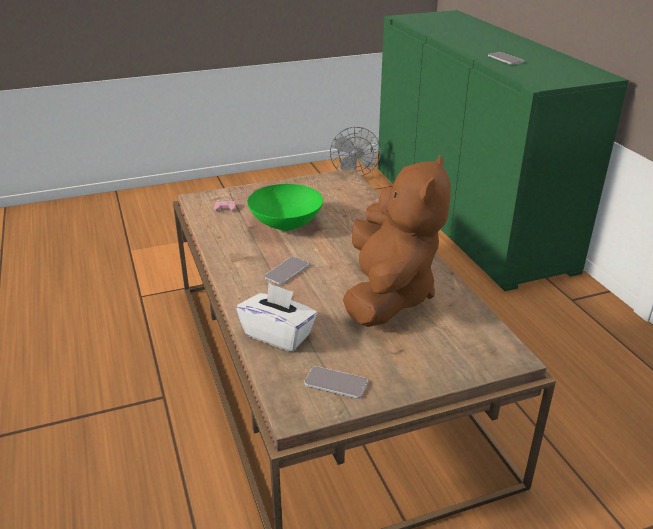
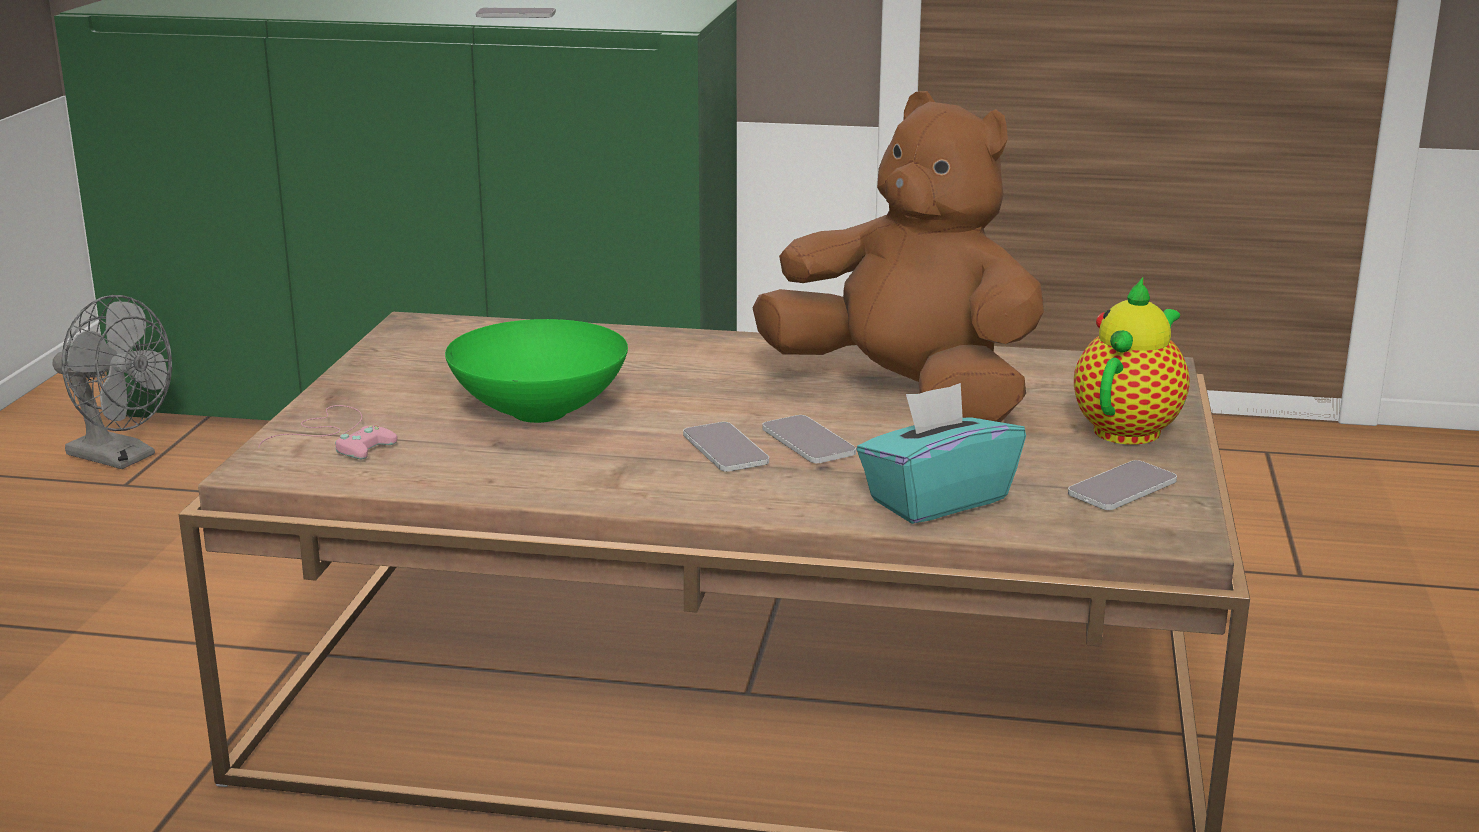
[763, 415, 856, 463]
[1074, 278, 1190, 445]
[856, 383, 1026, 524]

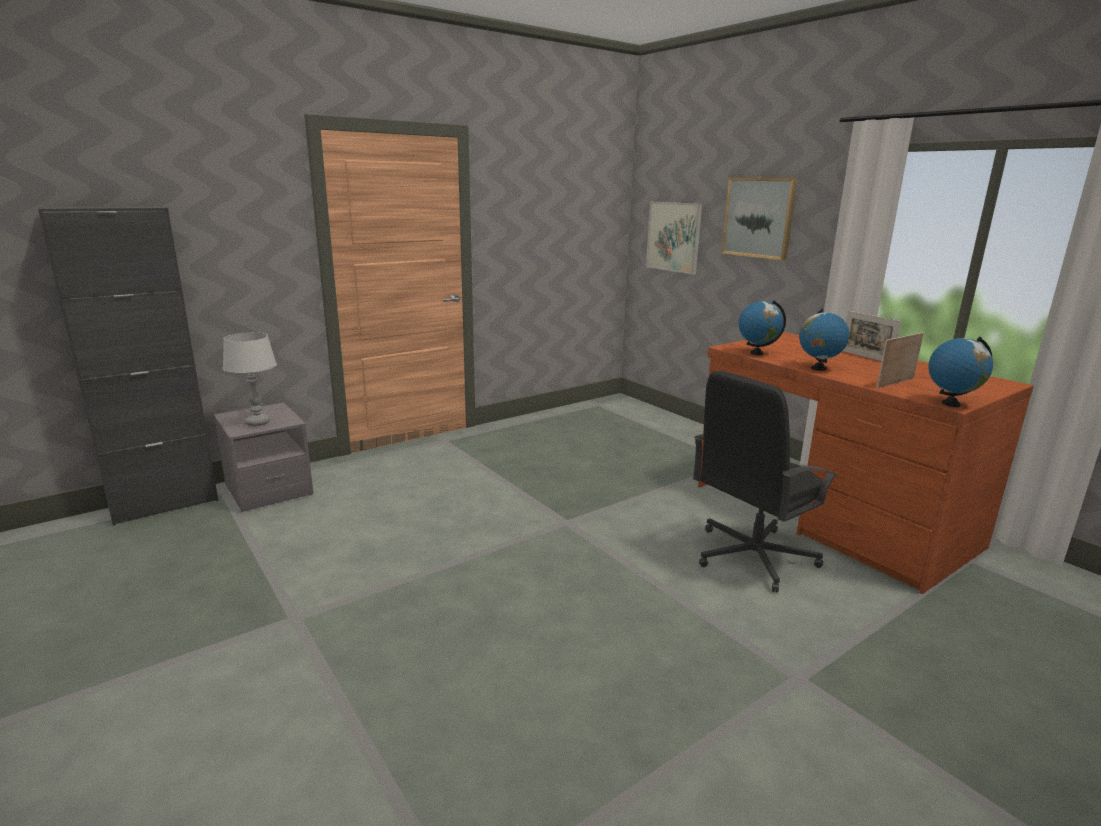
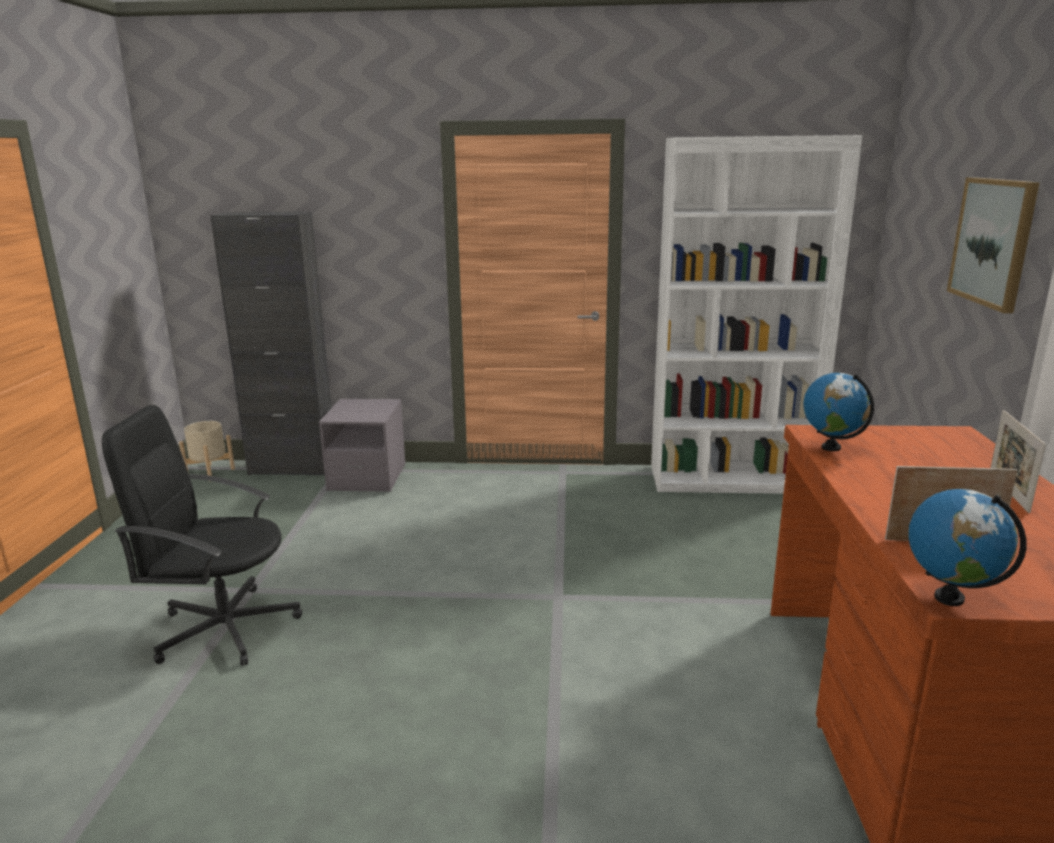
[223, 332, 277, 426] (first image)
[646, 202, 702, 274] (first image)
[799, 309, 849, 371] (first image)
[179, 421, 235, 476]
[651, 135, 862, 494]
[102, 405, 302, 666]

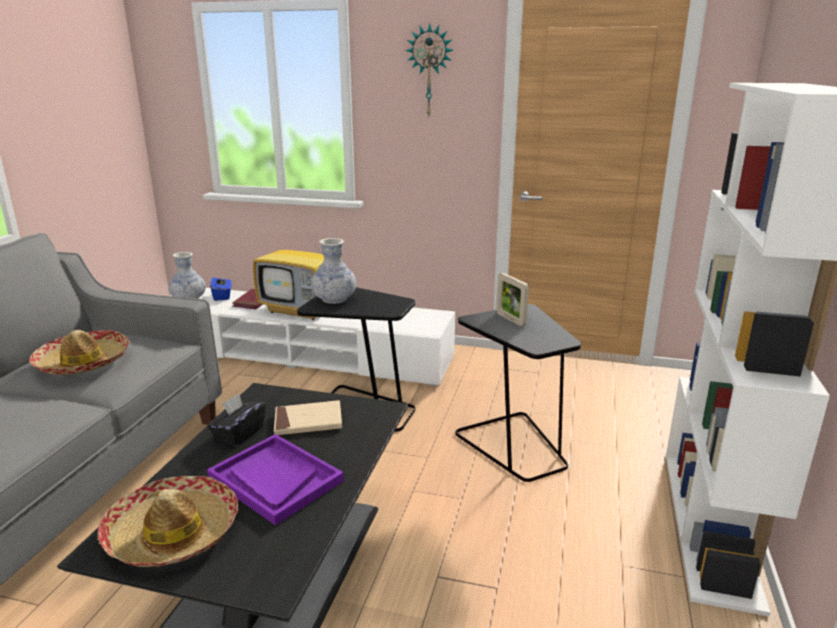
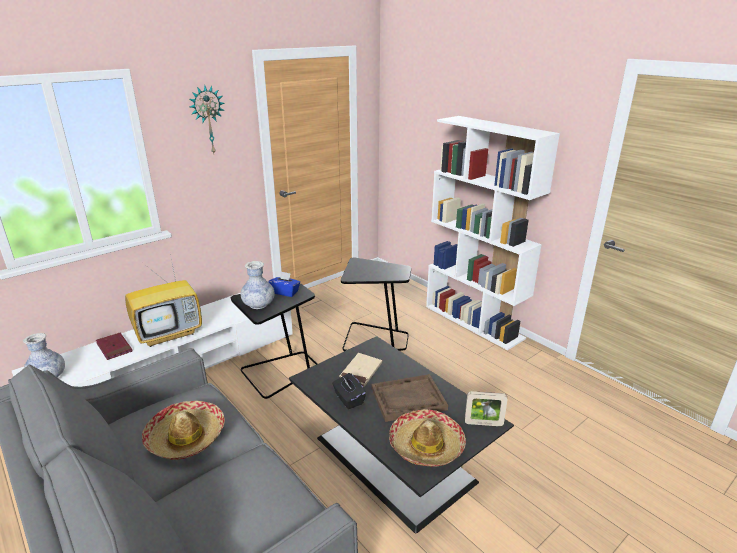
[269, 272, 300, 297]
[465, 391, 508, 426]
[371, 374, 448, 422]

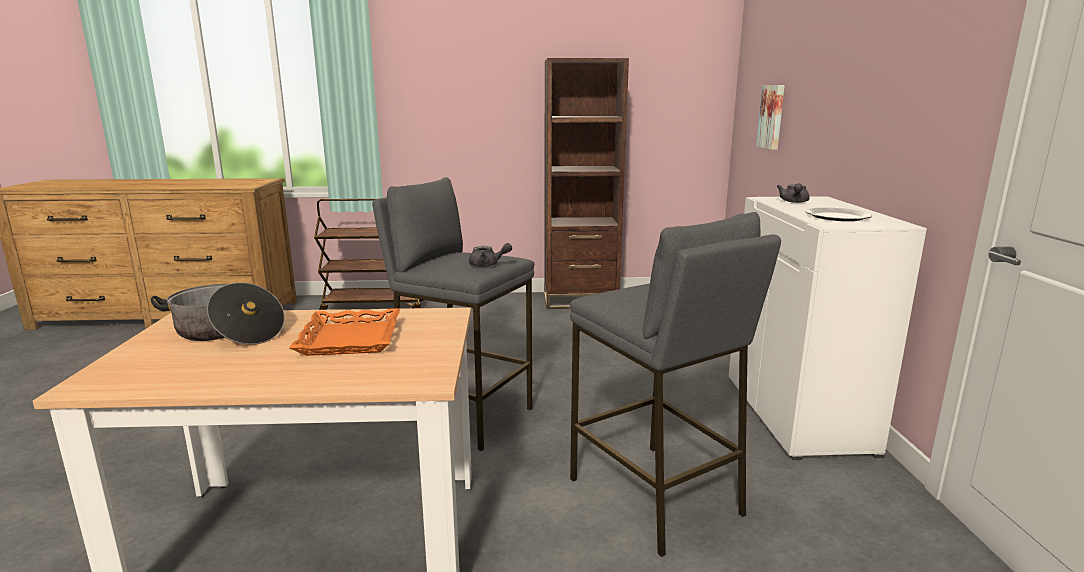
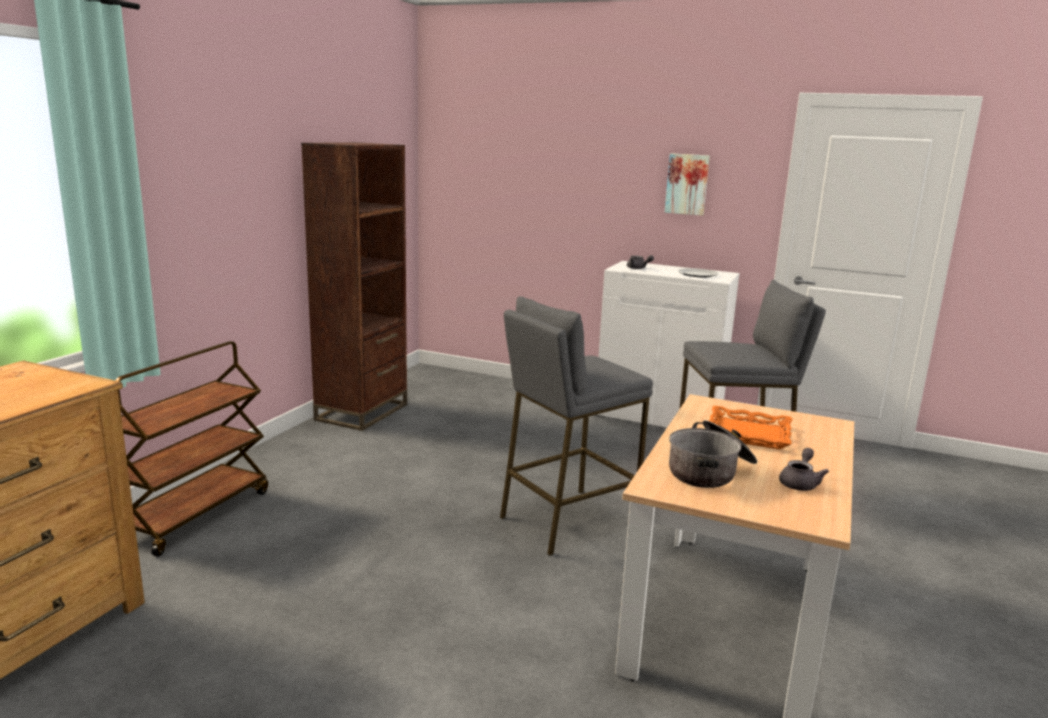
[779, 448, 829, 491]
[665, 153, 710, 216]

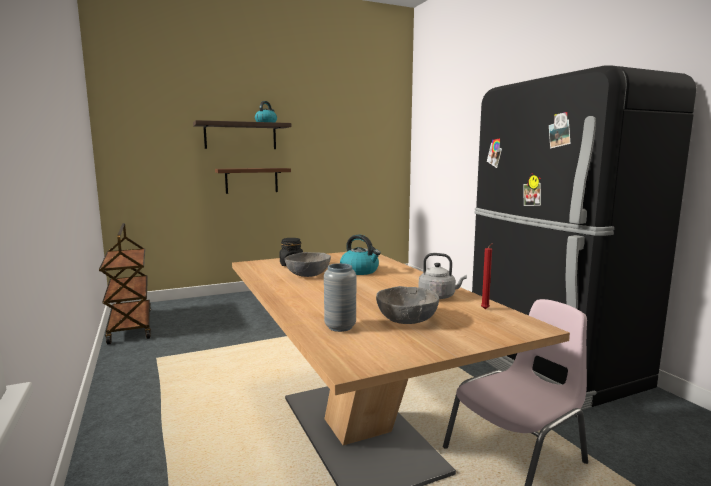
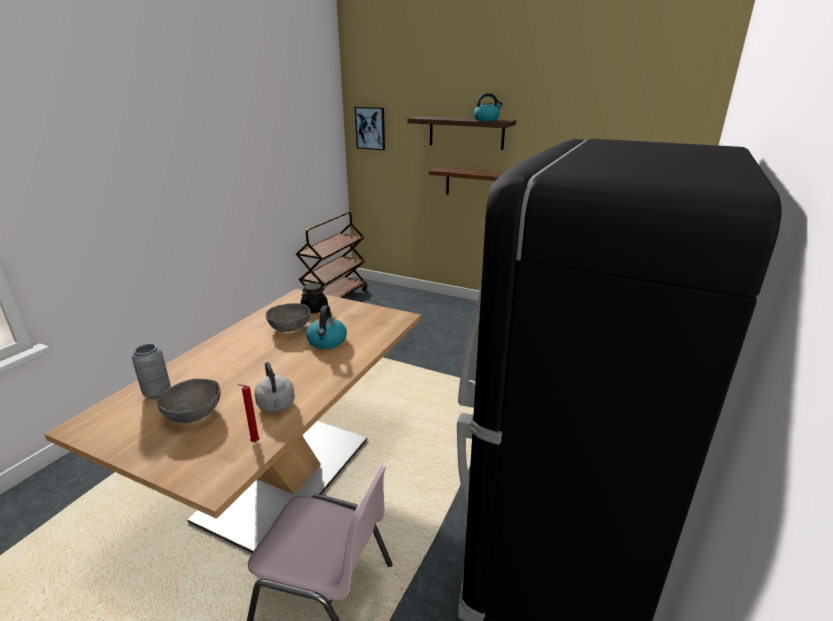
[355, 107, 385, 150]

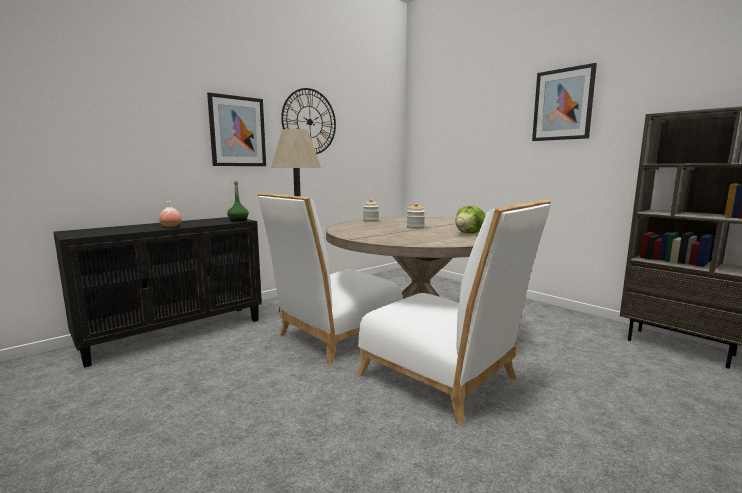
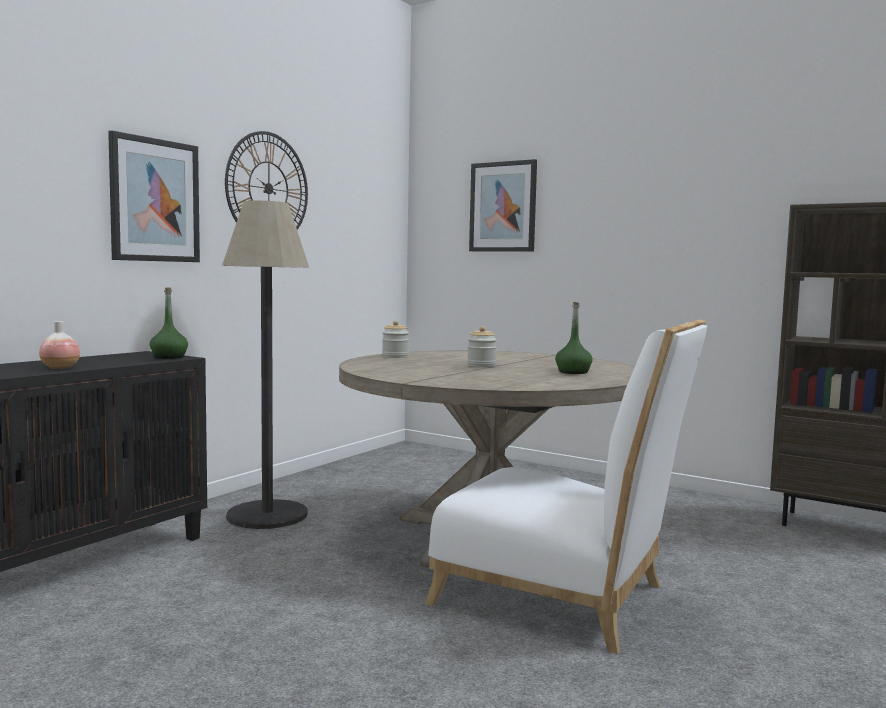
[258, 193, 403, 365] (first image)
[469, 159, 537, 252]
[555, 302, 593, 374]

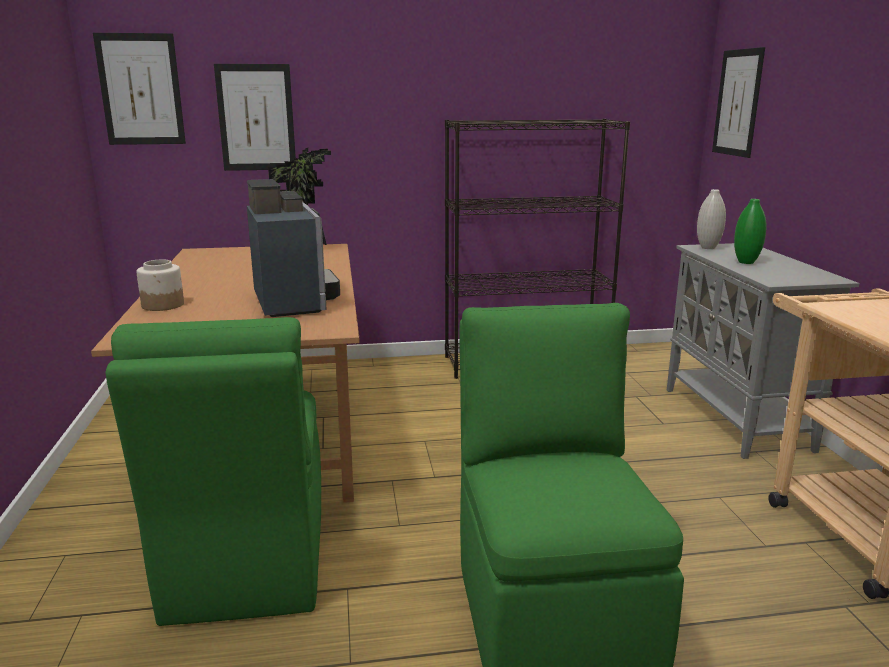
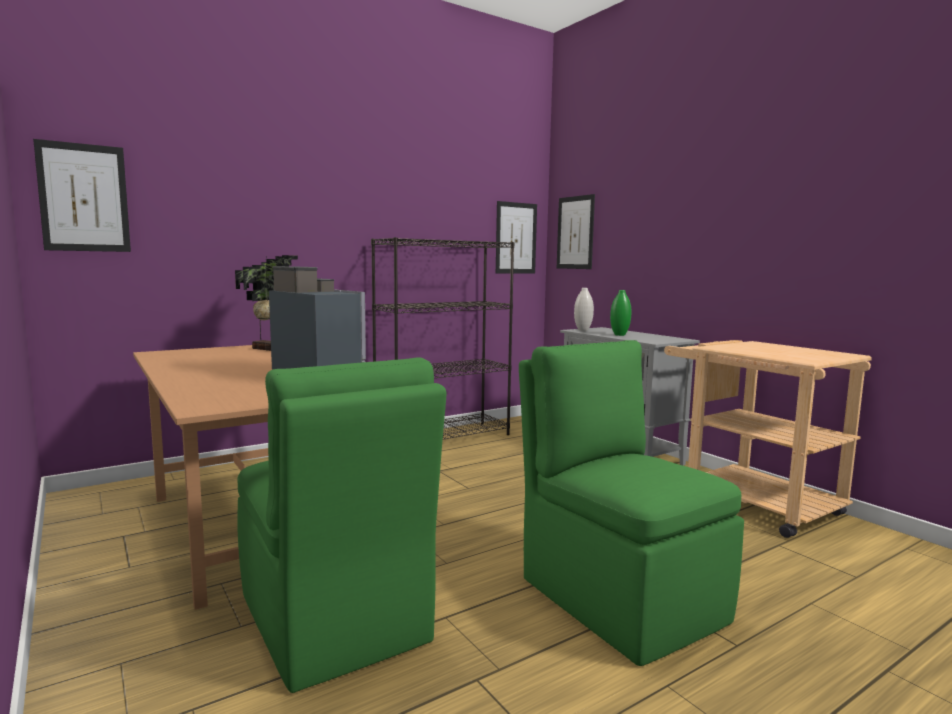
[136, 260, 184, 311] (first image)
[496, 201, 537, 273]

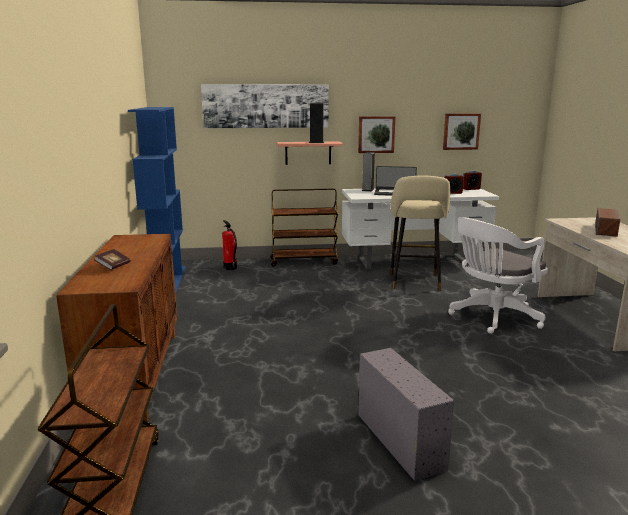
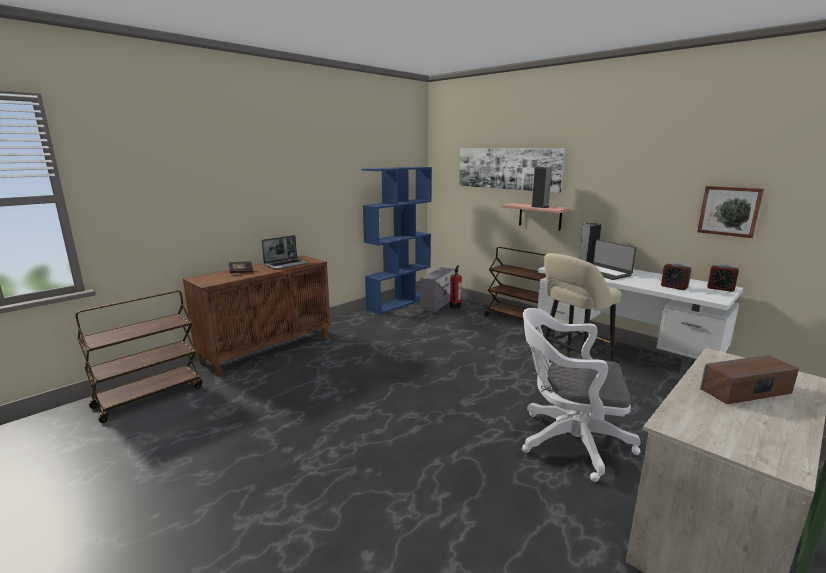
[358, 116, 396, 153] (first image)
[261, 235, 309, 270]
[420, 267, 455, 312]

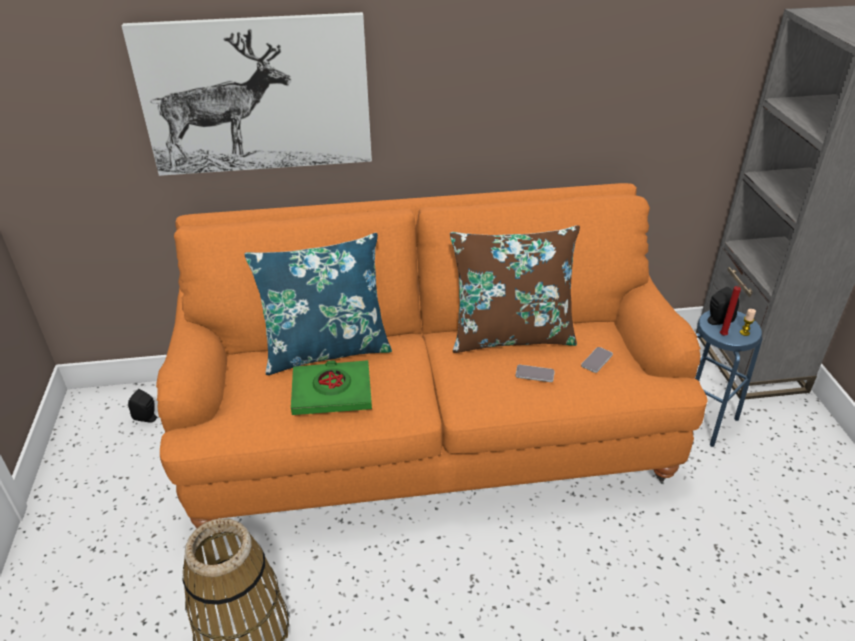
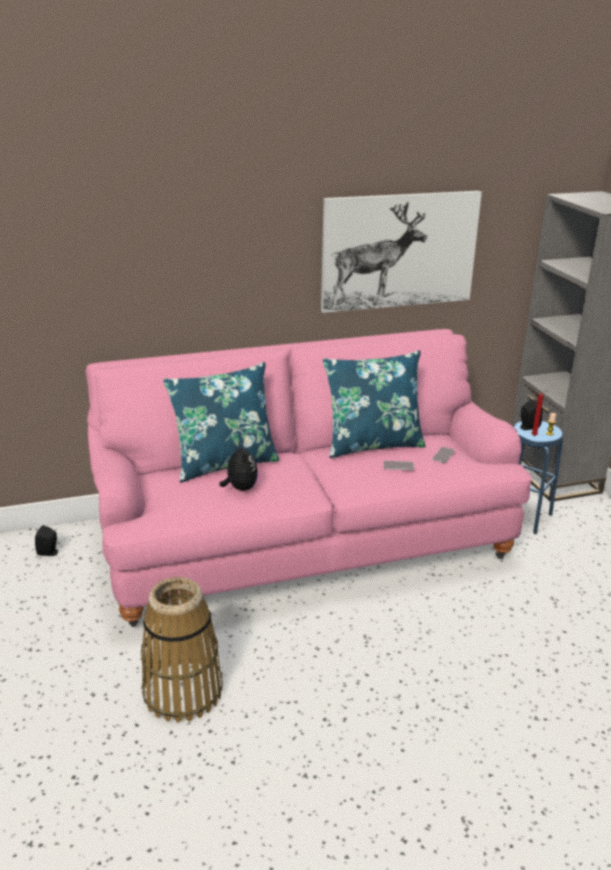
[321, 191, 482, 313]
[219, 441, 258, 491]
[86, 329, 532, 627]
[323, 350, 426, 458]

